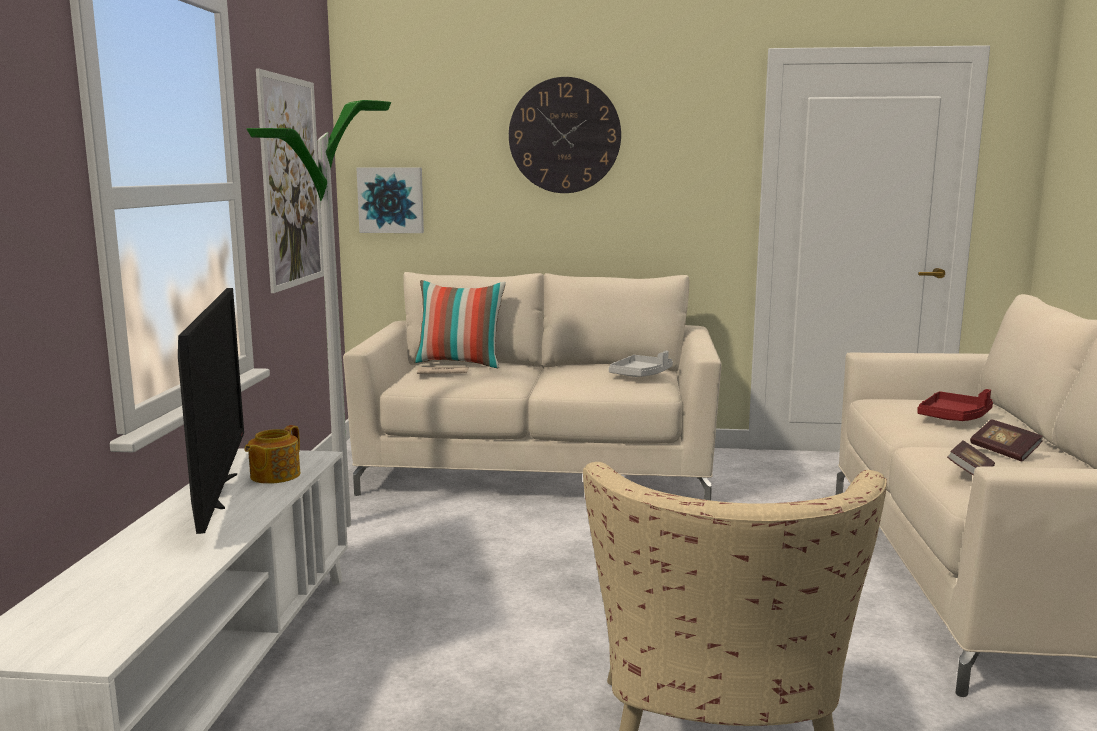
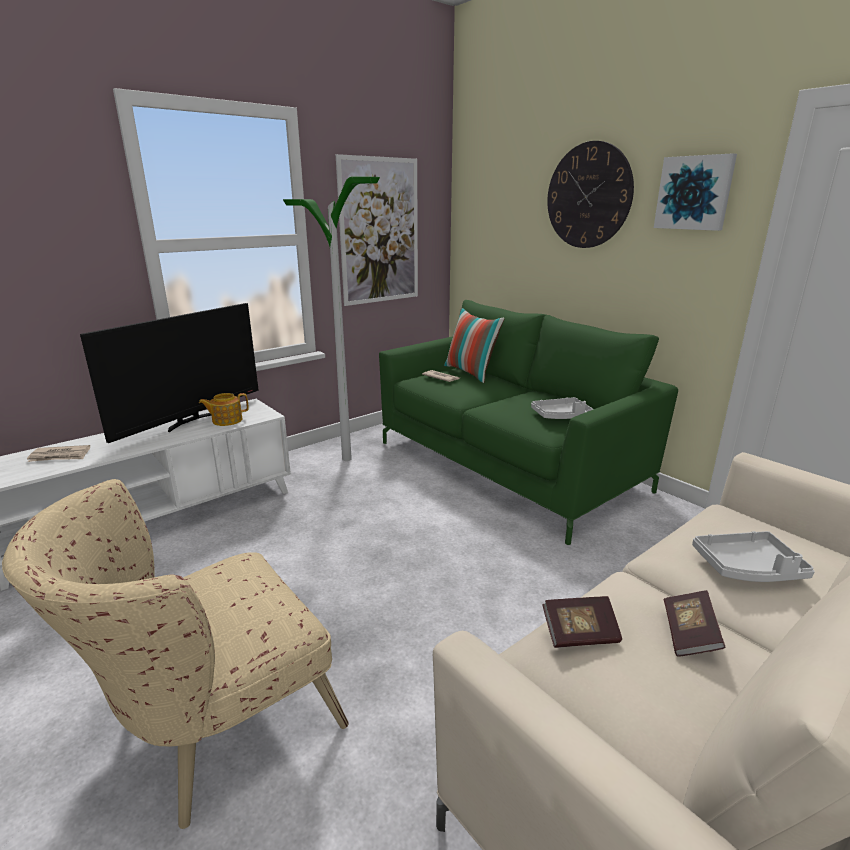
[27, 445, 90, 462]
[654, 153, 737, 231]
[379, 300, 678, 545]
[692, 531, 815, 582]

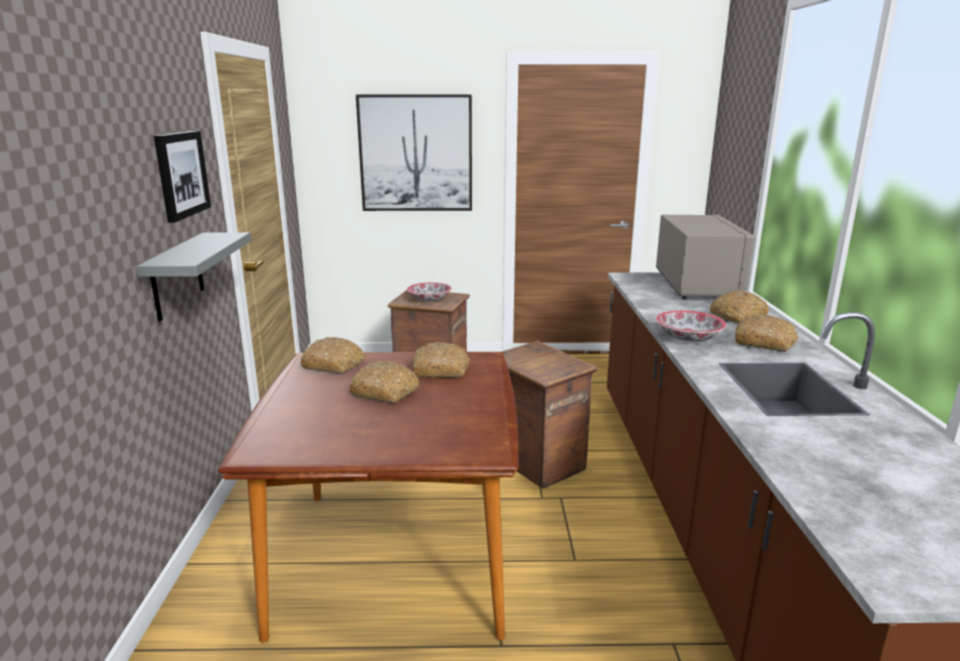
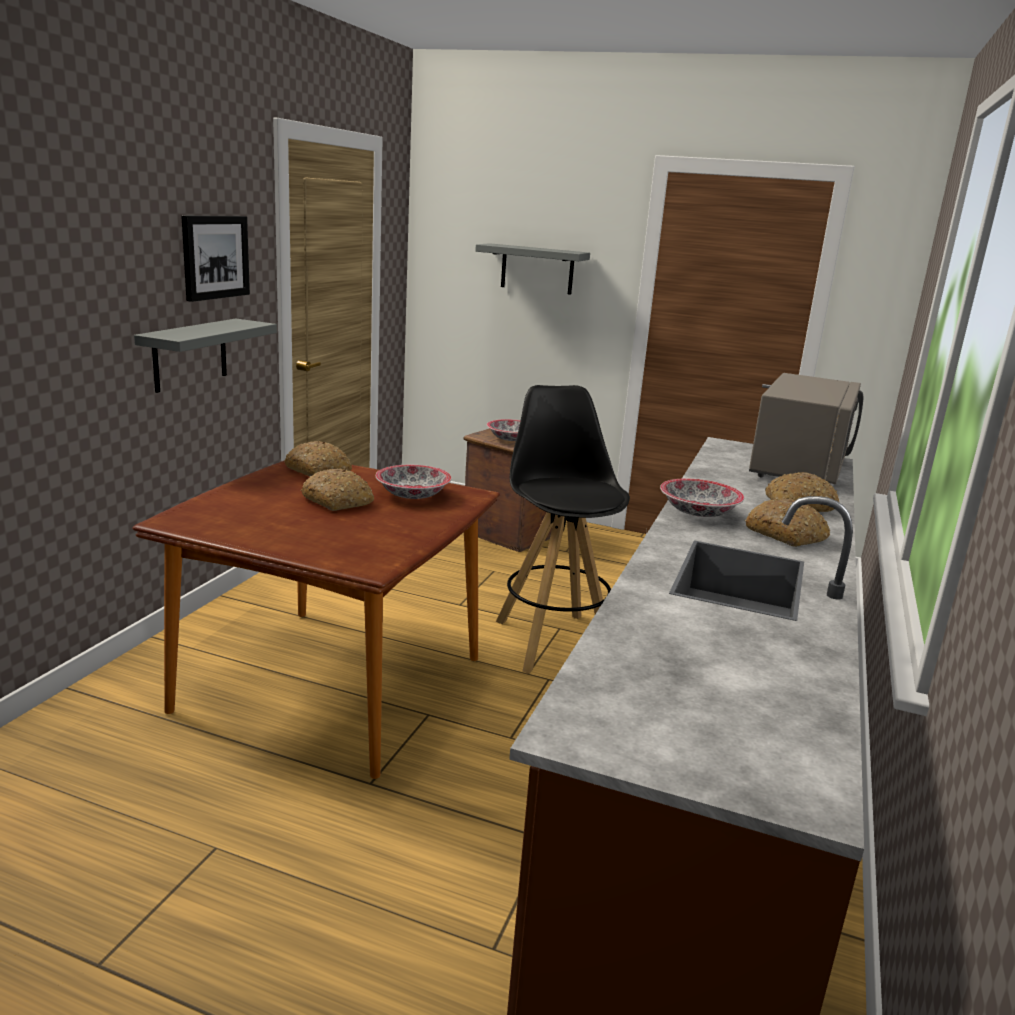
[475, 243, 590, 295]
[375, 465, 452, 499]
[496, 385, 630, 674]

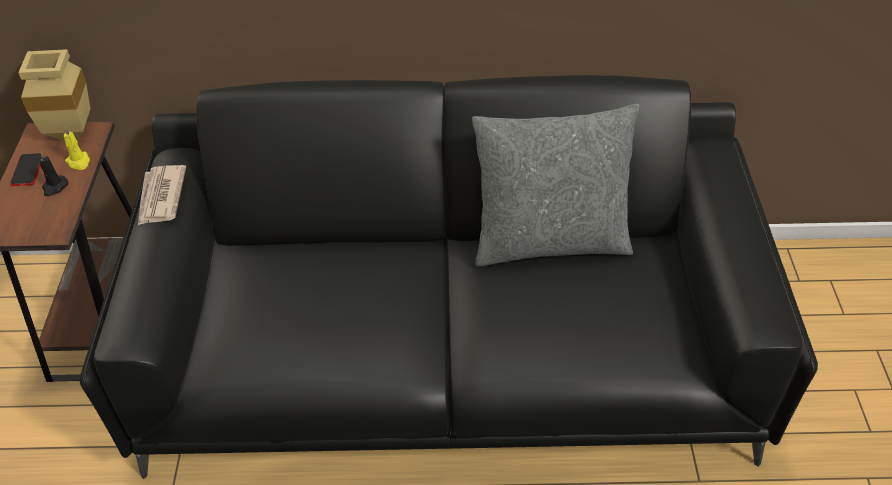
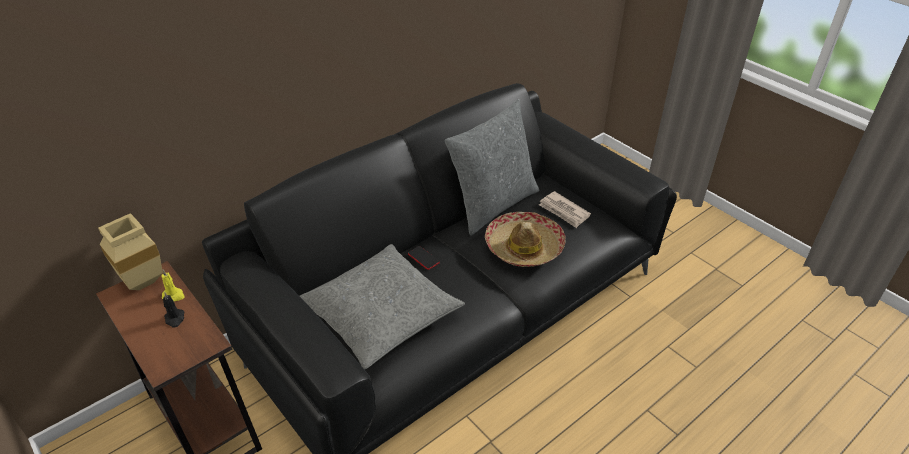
[300, 244, 465, 369]
[485, 212, 566, 267]
[408, 246, 439, 270]
[539, 191, 591, 228]

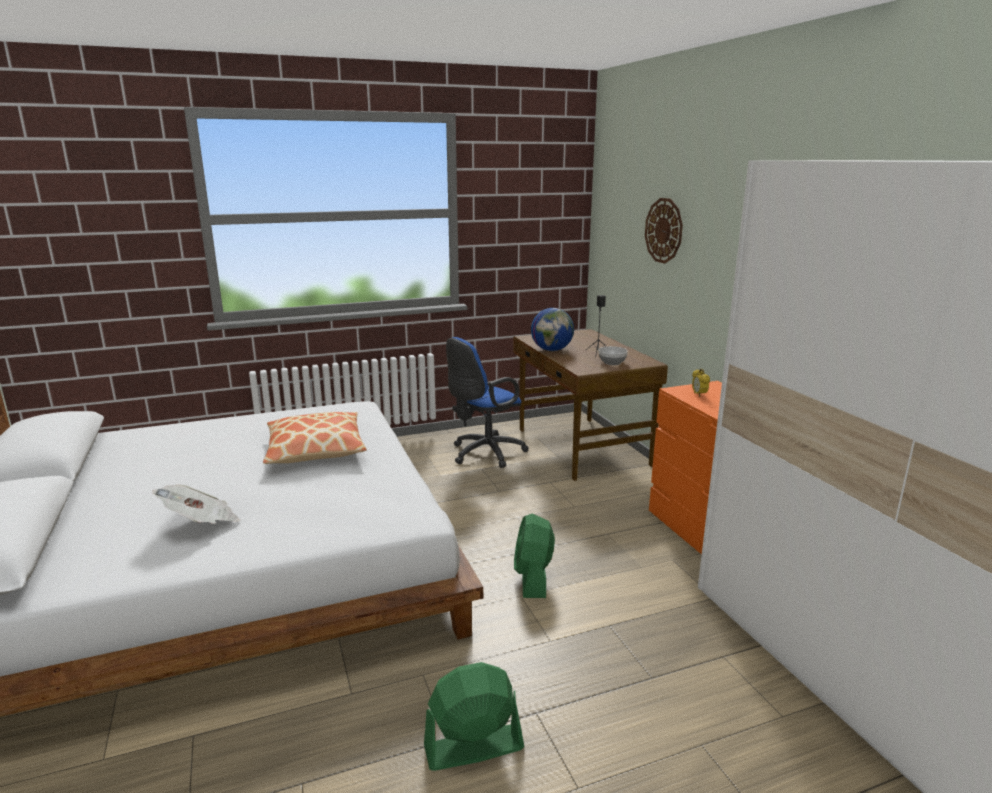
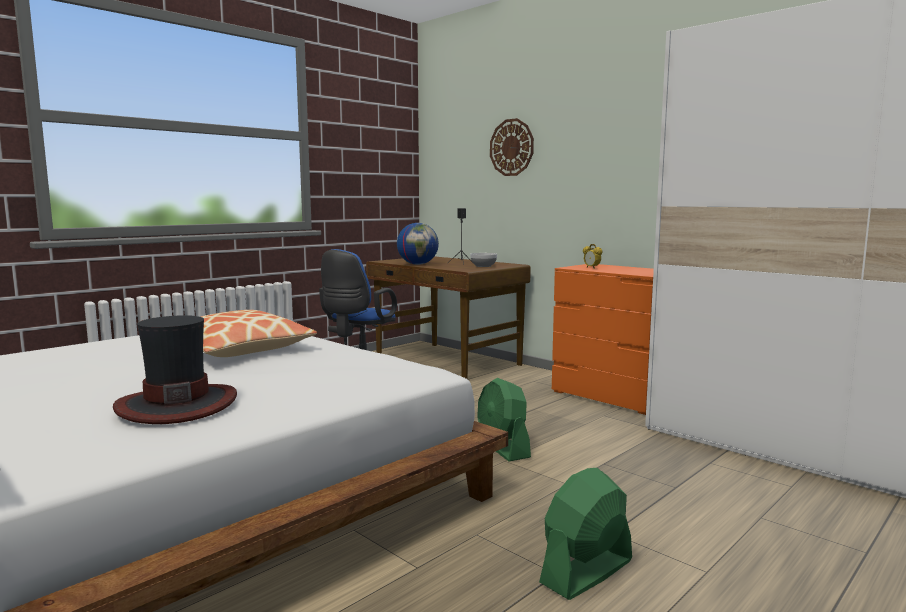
[113, 315, 237, 424]

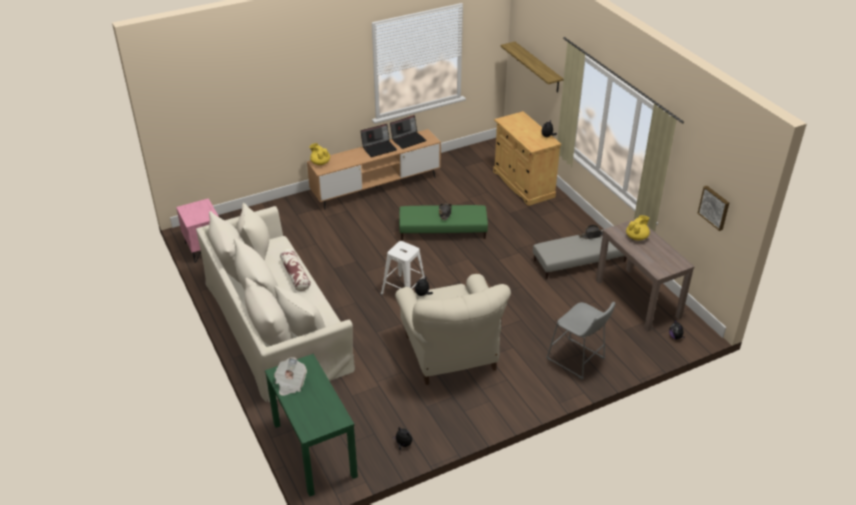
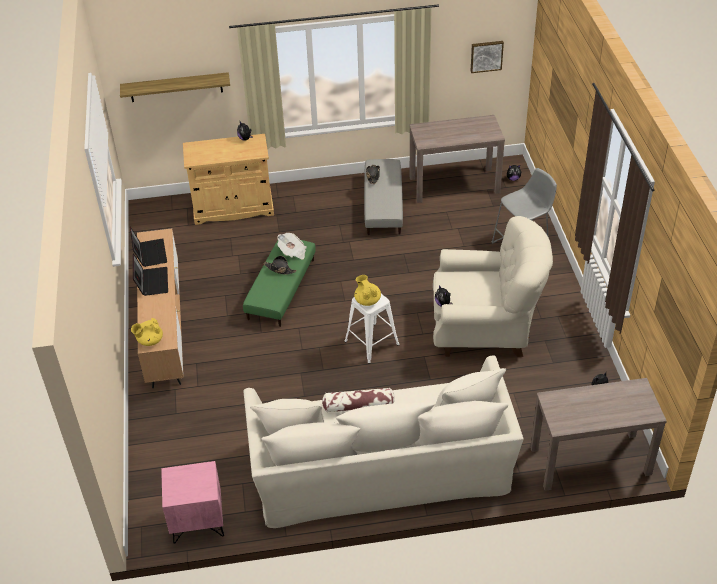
[277, 233, 307, 260]
[354, 275, 381, 306]
[530, 378, 667, 491]

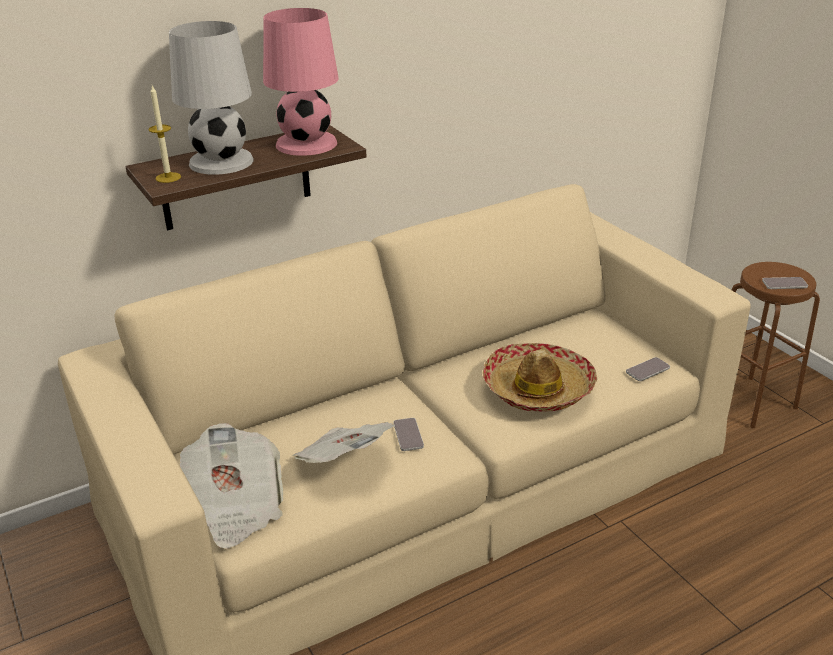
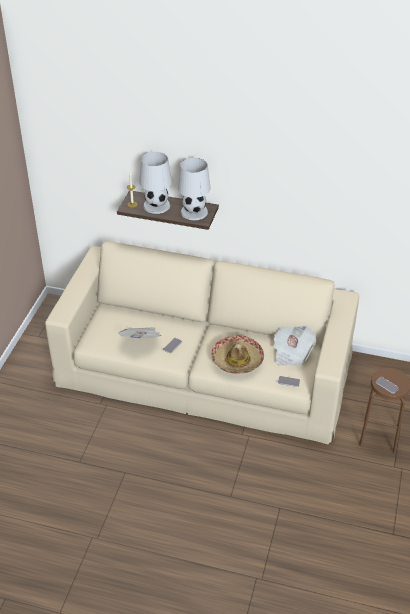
[273, 326, 316, 366]
[178, 158, 211, 220]

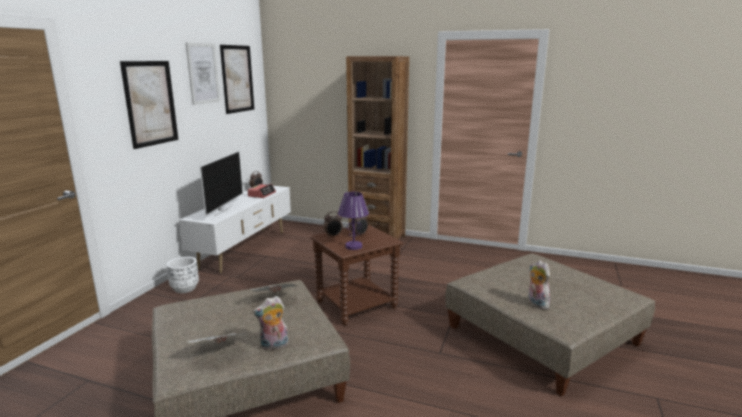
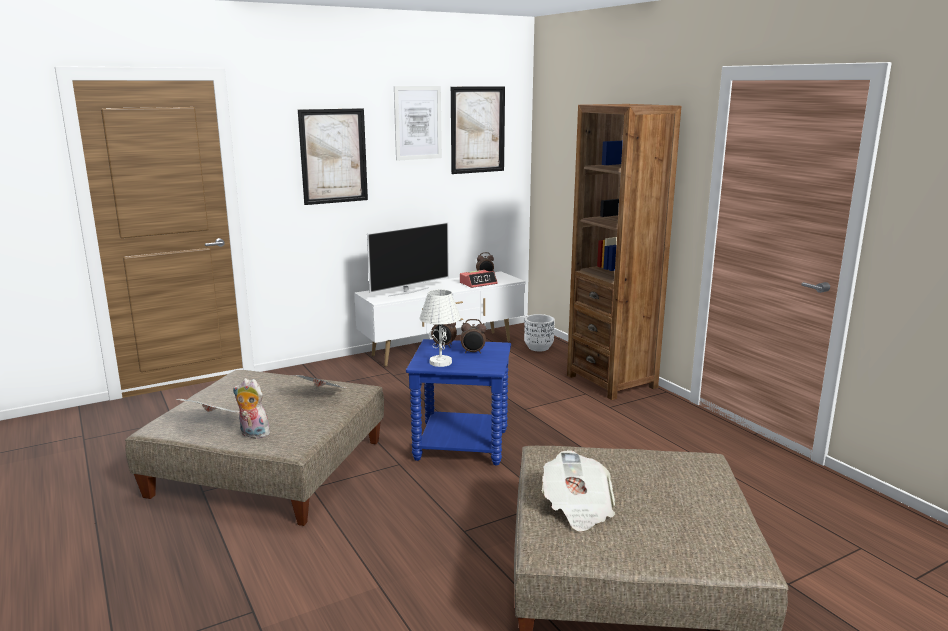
[524, 314, 554, 351]
[542, 450, 615, 532]
[406, 339, 511, 466]
[419, 289, 461, 367]

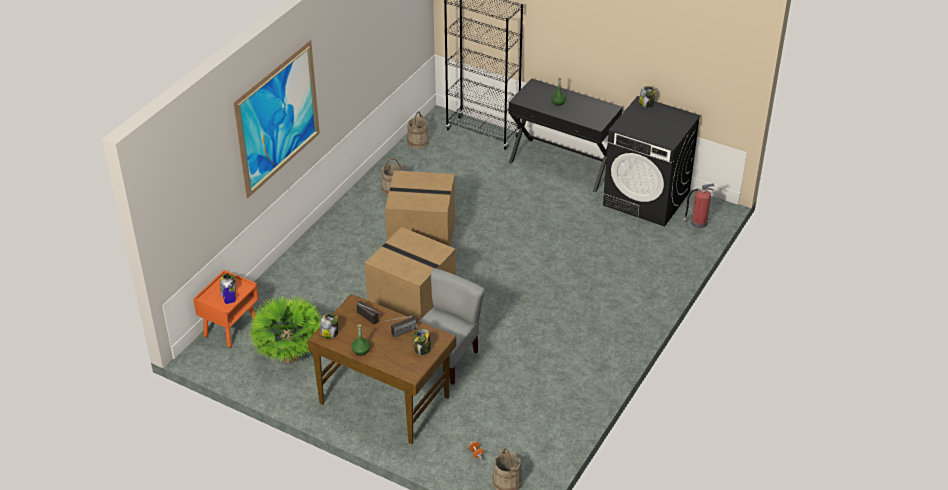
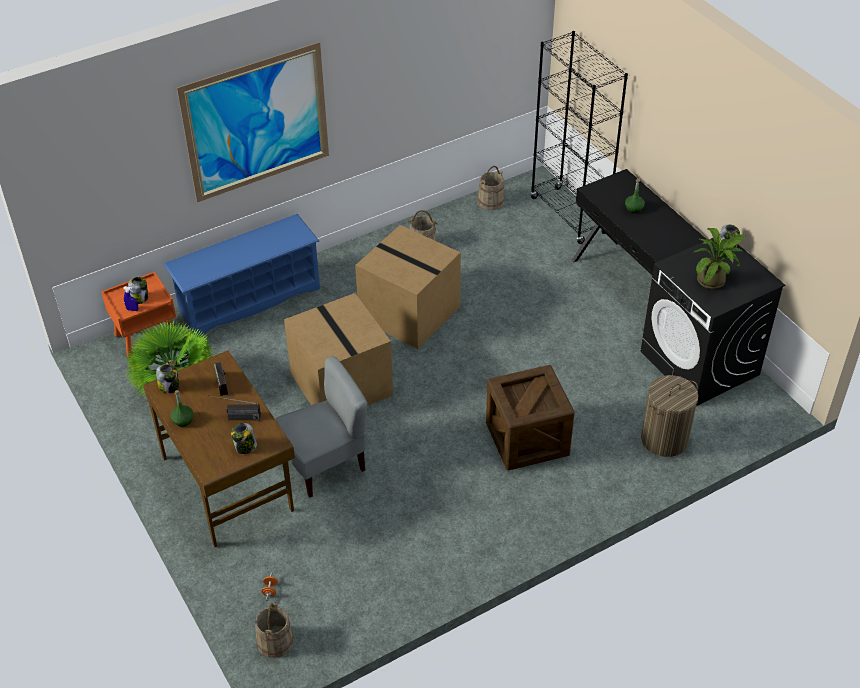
[684, 183, 714, 228] (first image)
[163, 214, 320, 336]
[486, 365, 575, 471]
[641, 375, 698, 457]
[694, 228, 746, 289]

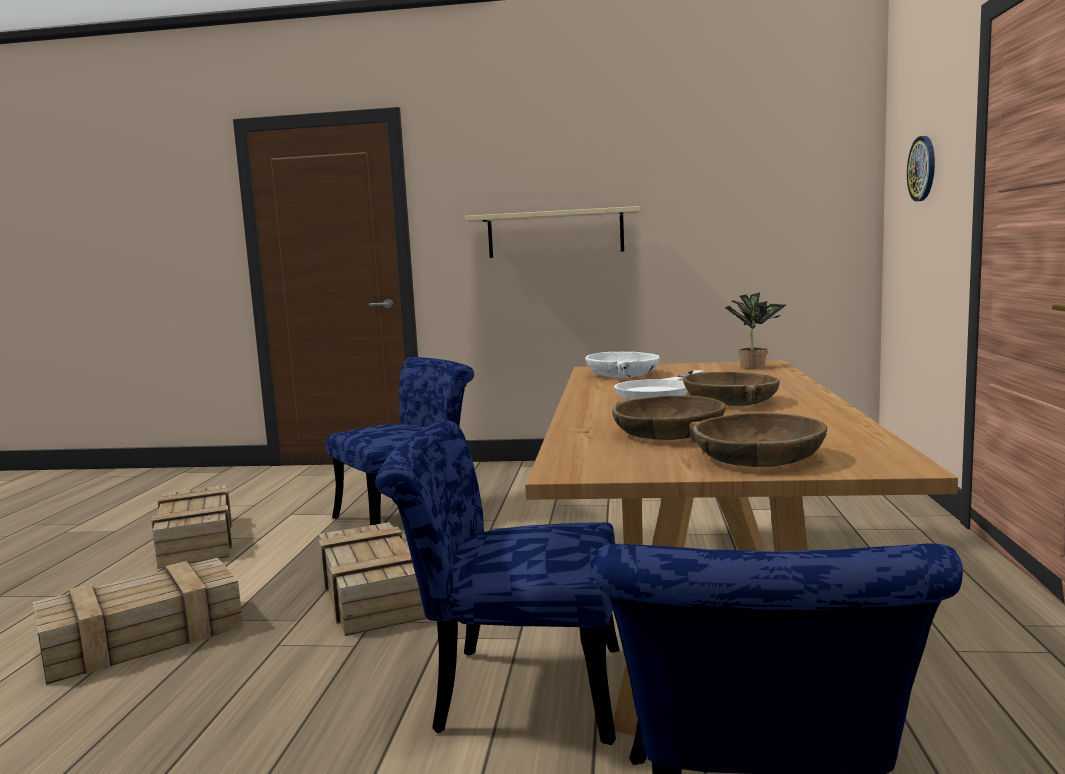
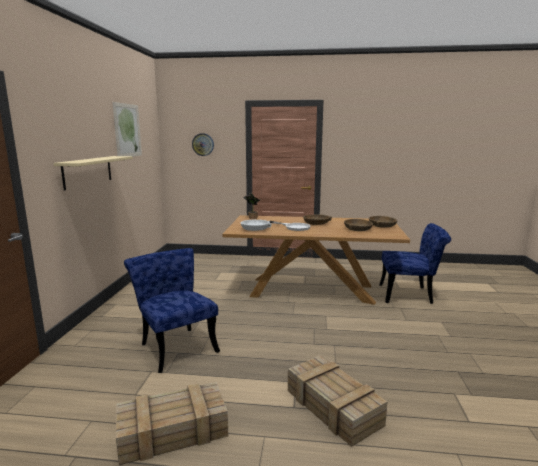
[319, 522, 427, 636] (first image)
[375, 420, 620, 745] (first image)
[112, 102, 142, 156]

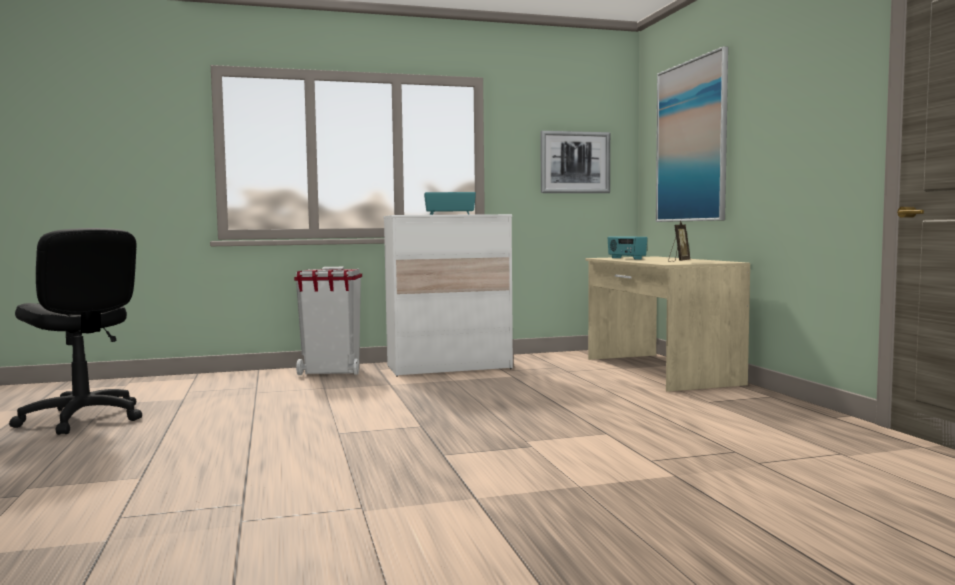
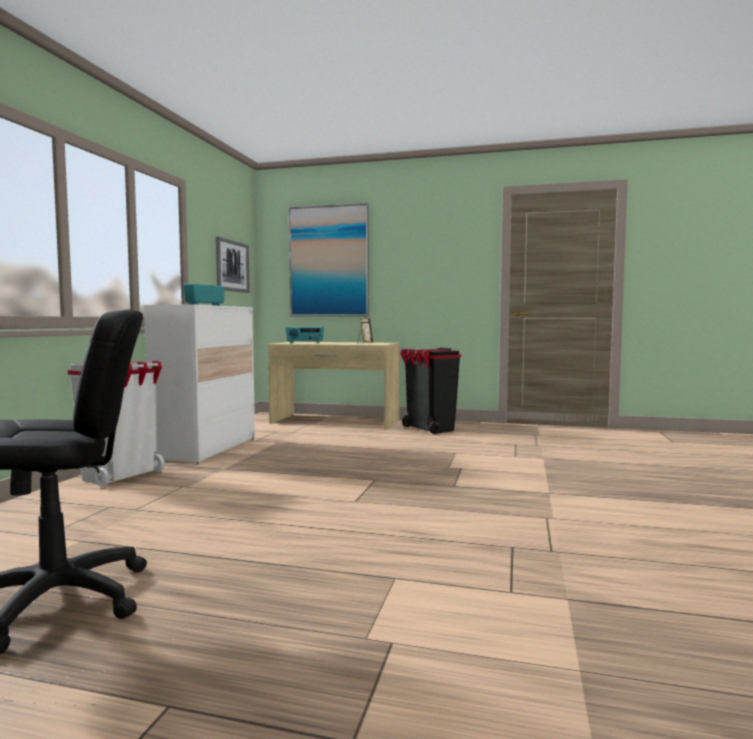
[400, 348, 461, 434]

